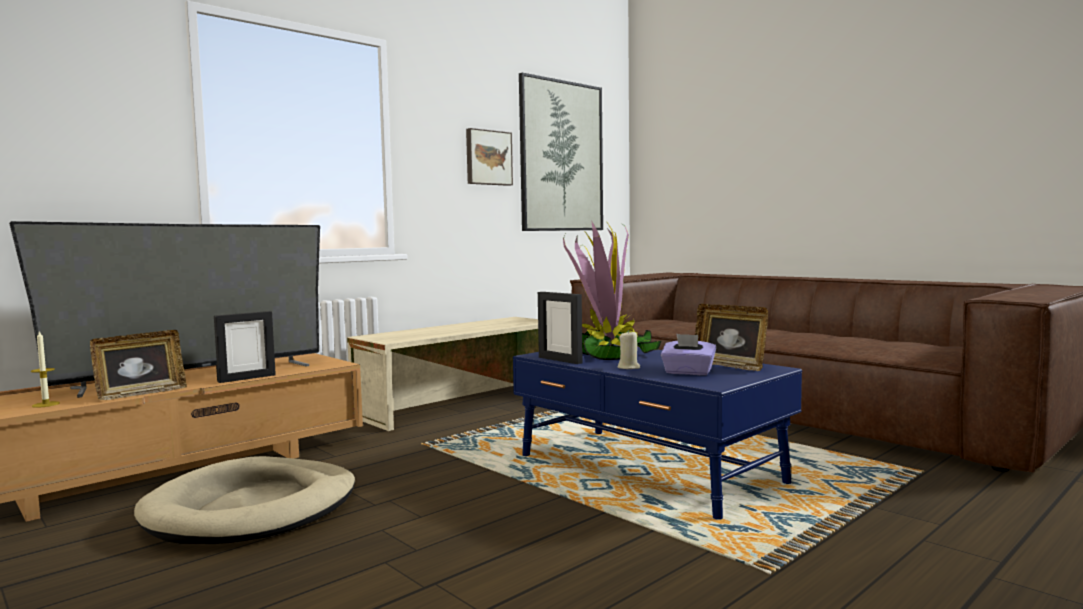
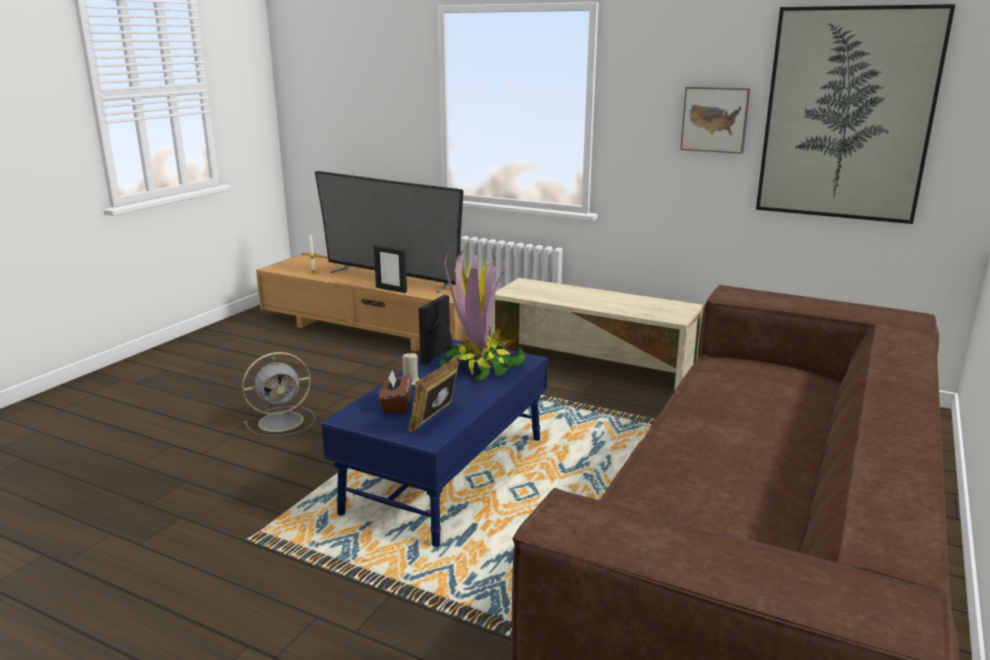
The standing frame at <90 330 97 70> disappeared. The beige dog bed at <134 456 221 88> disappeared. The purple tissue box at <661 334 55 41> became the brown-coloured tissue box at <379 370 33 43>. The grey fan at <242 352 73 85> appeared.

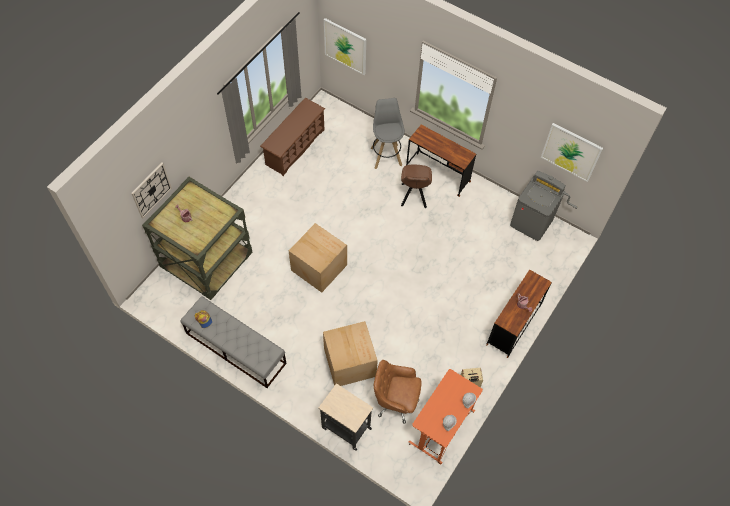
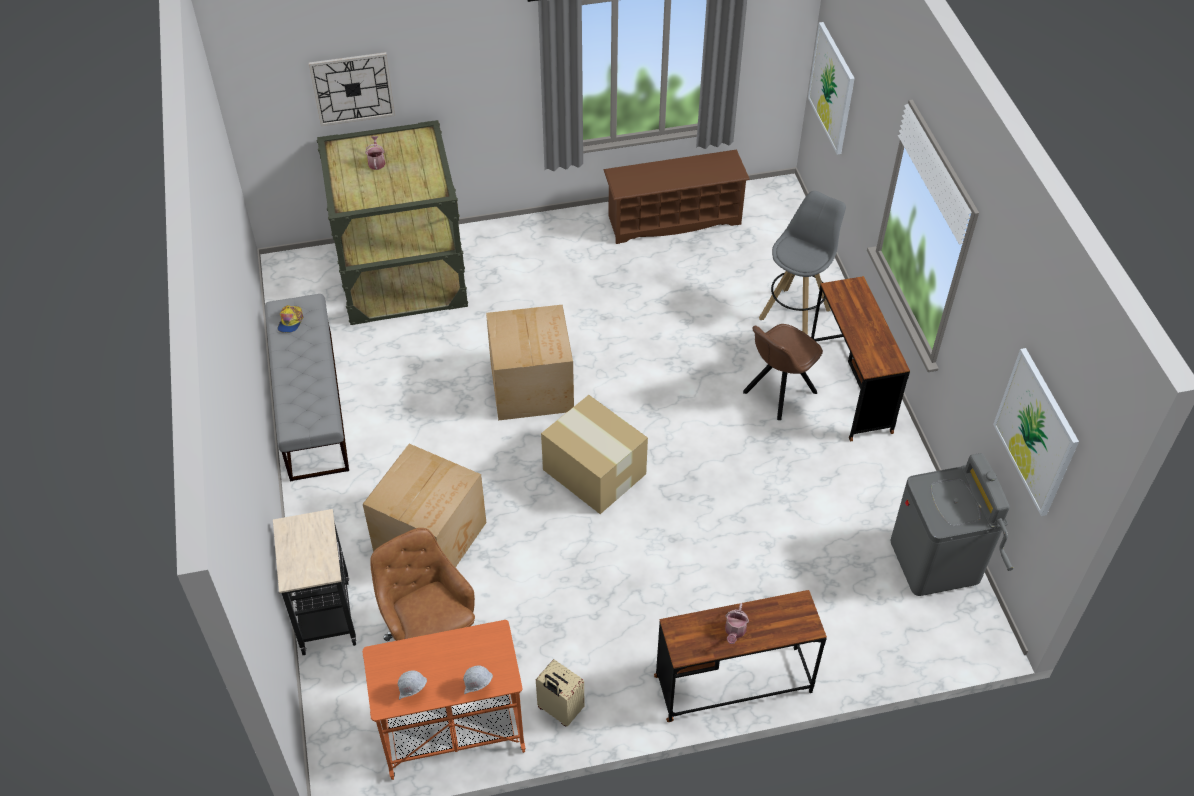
The carton at <541 395 107 119> appeared.

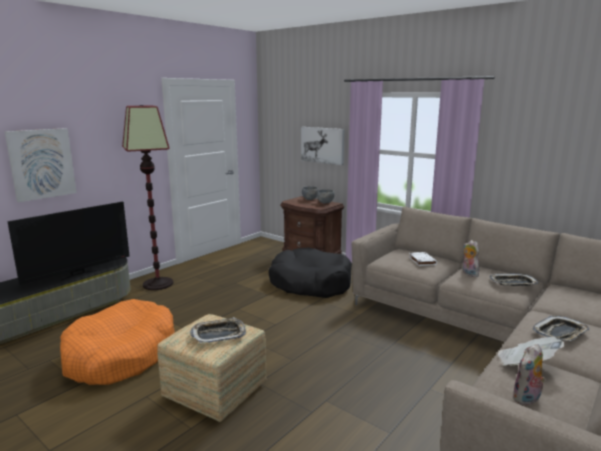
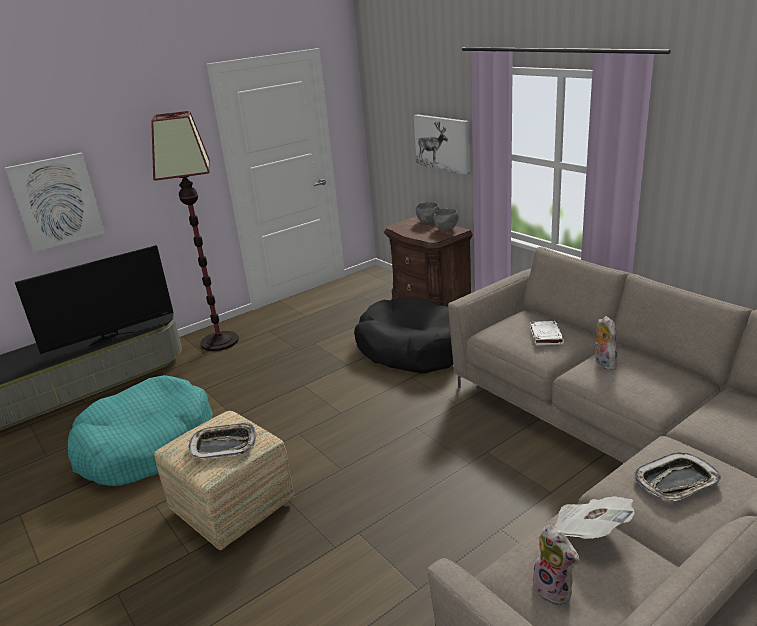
The orangey dog bed at <60 299 115 86> became the turquoise dog bed at <68 375 145 111>. The serving tray at <490 274 49 12> disappeared. The soft toy at <512 344 34 62> turned 105 degrees counterclockwise.

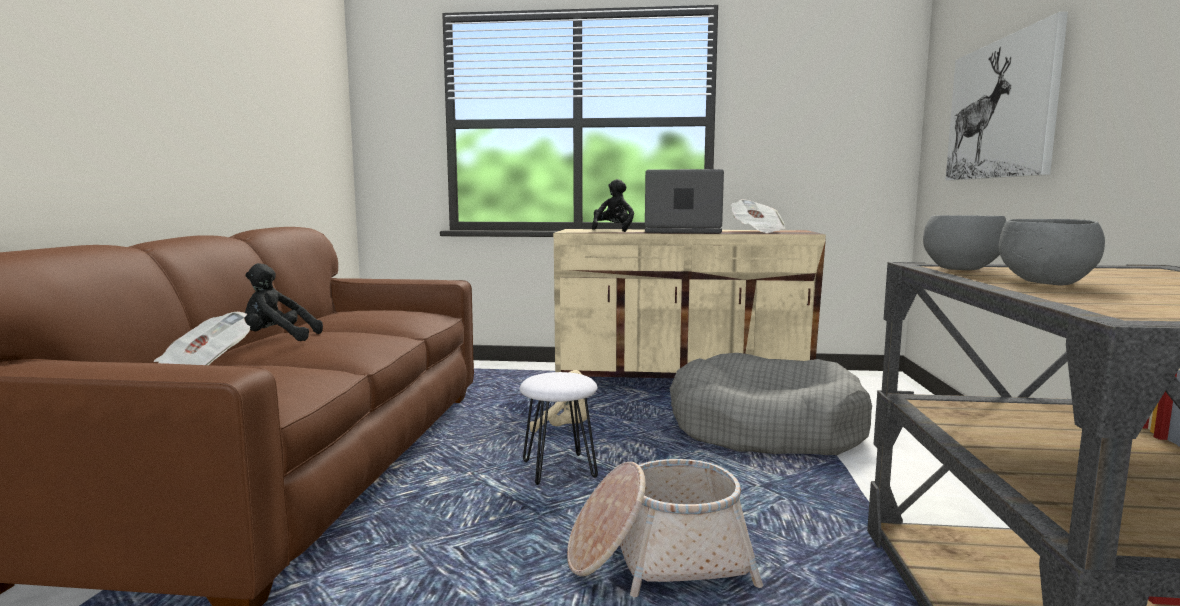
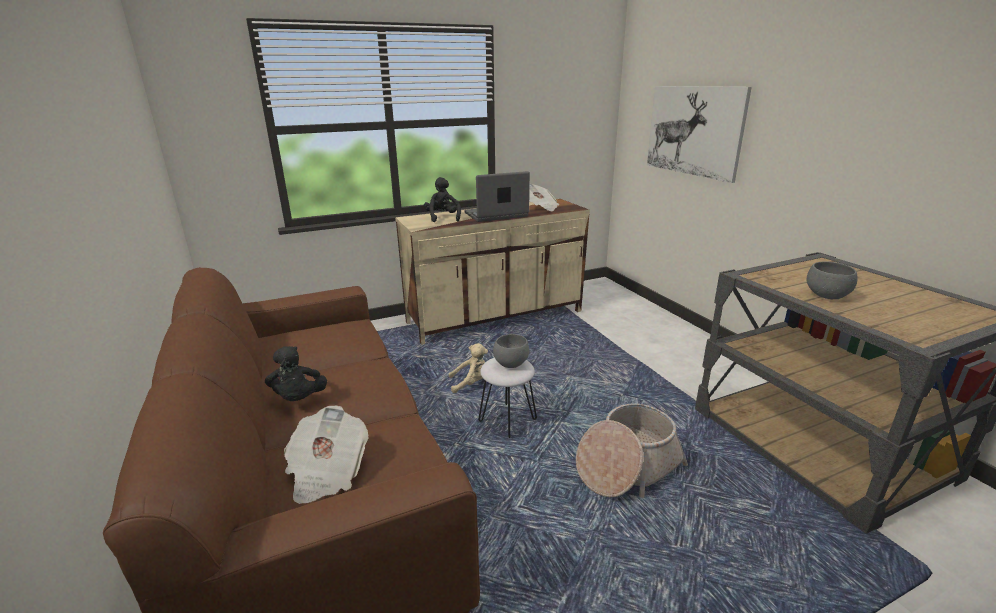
The black soft toy at <245 263 78 78> turned 75 degrees counterclockwise. The grey dog bed at <670 353 202 102> disappeared. The grey serving bowl moved from <923 215 83 55> to <493 334 36 34>.

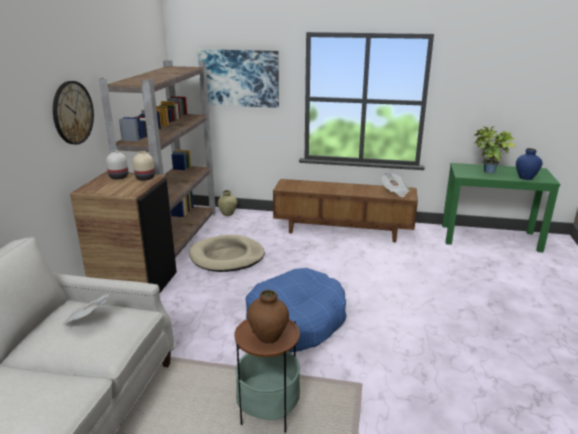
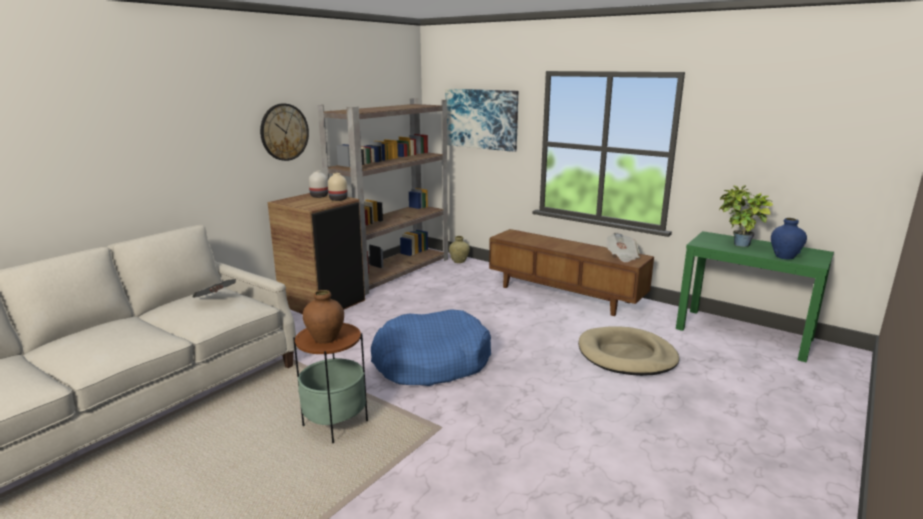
The beige dog bed moved from <189 235 76 37> to <578 326 101 50>.

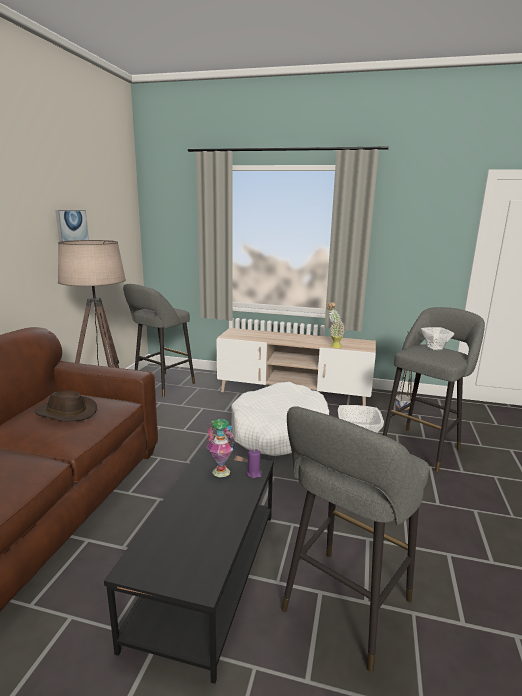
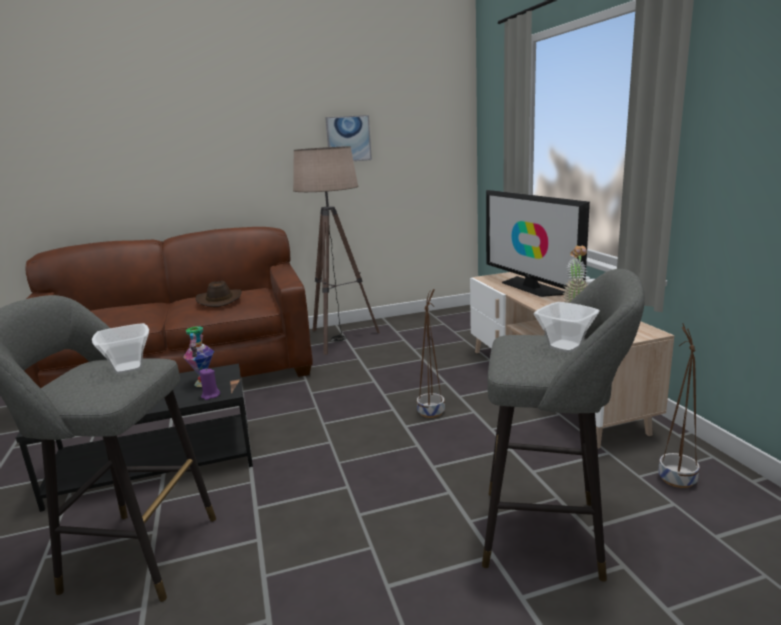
The grey sitting stool at <123 284 72 113> disappeared. The whitish dog bed at <231 382 98 74> was replaced by the brown-coloured flower pot at <417 289 28 129>. The TV set at <486 190 104 107> appeared.

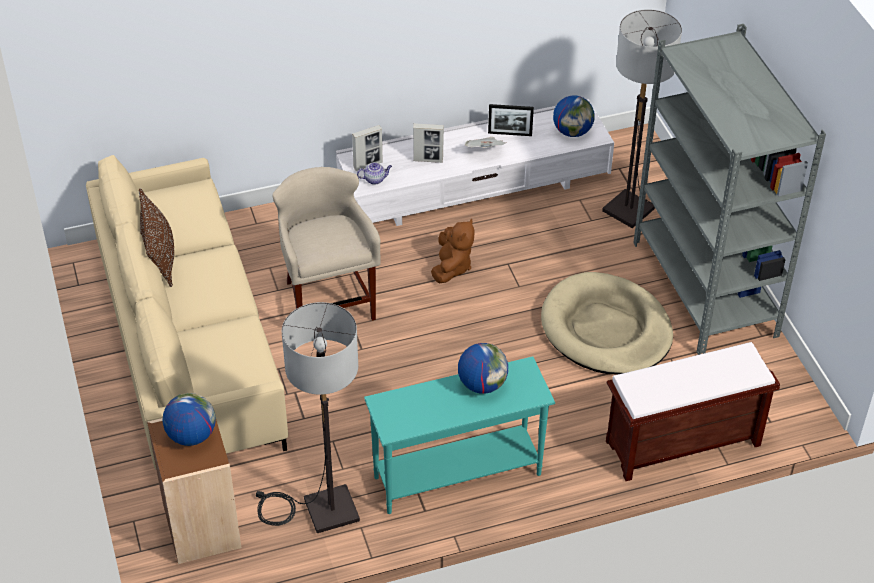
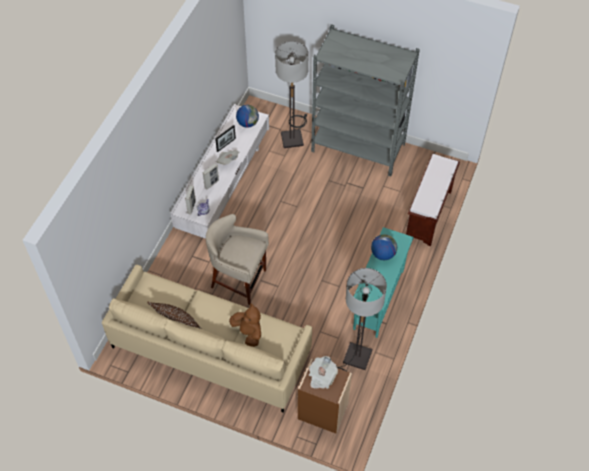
The desk globe at <162 393 54 53> was replaced by the printed paper at <309 356 29 33>. The brown-coloured soft toy moved from <431 218 44 65> to <229 304 32 43>. The beige dog bed at <541 272 132 103> disappeared.

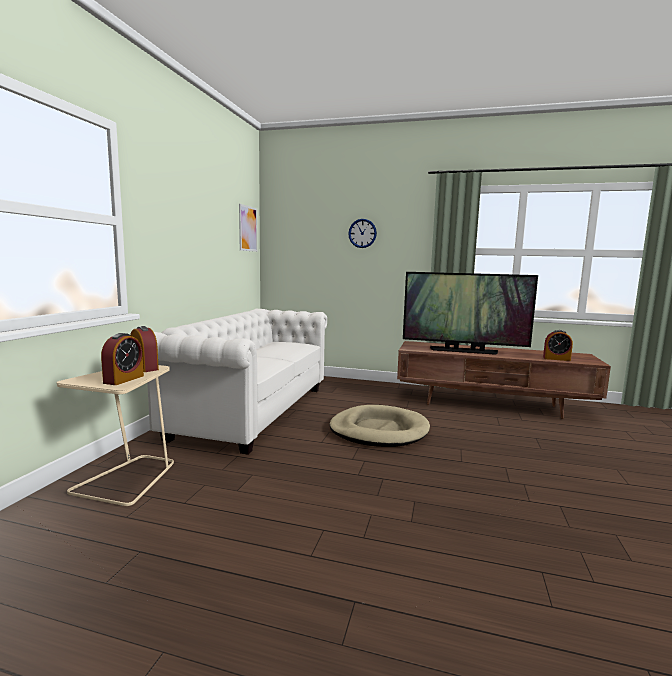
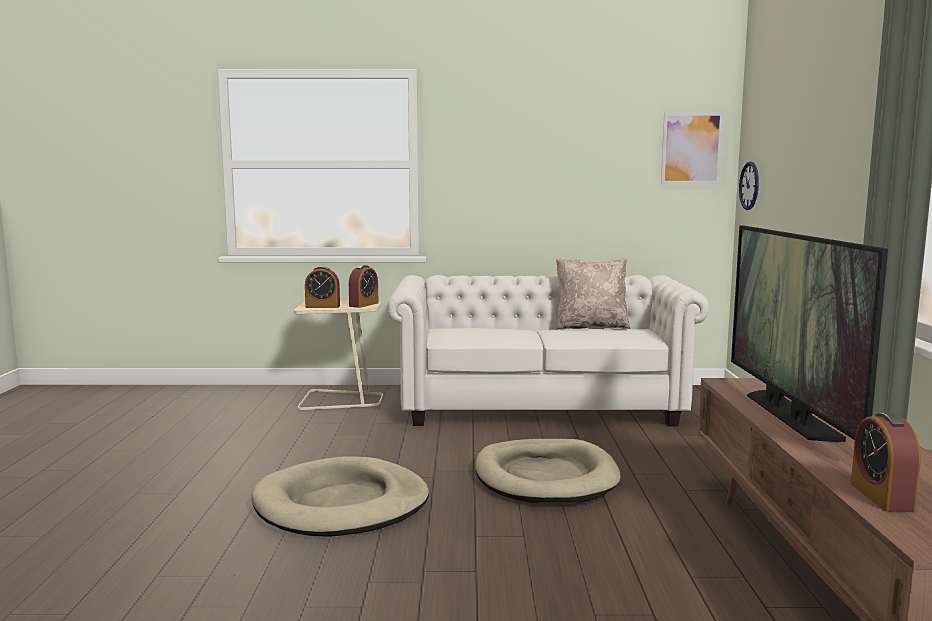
The hanging clock moved from <348 219 29 29> to <739 162 20 48>. The beige dog bed at <252 456 177 80> appeared. The beige cushion at <556 258 75 72> appeared.

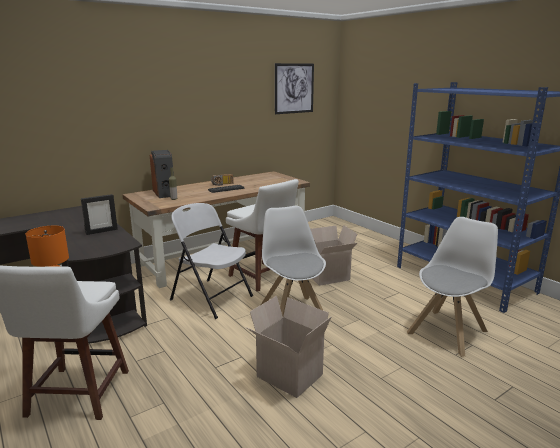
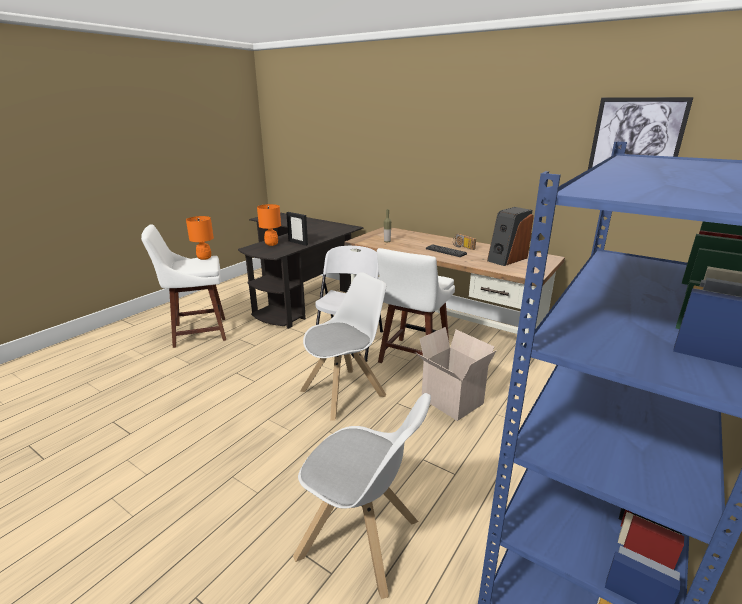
The speaker moved from <150 150 24 48> to <487 207 47 59>. The carton at <246 296 86 102> disappeared. The orangey table lamp at <257 204 24 42> appeared.

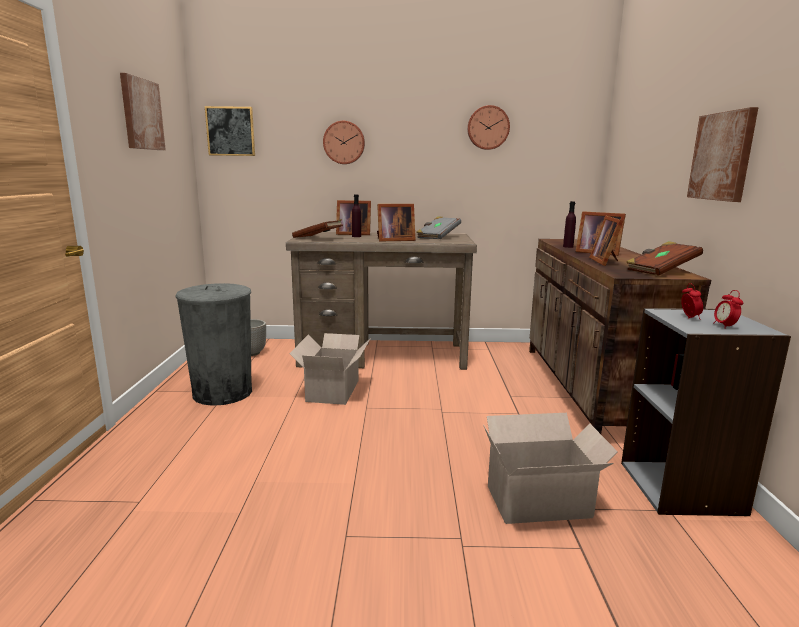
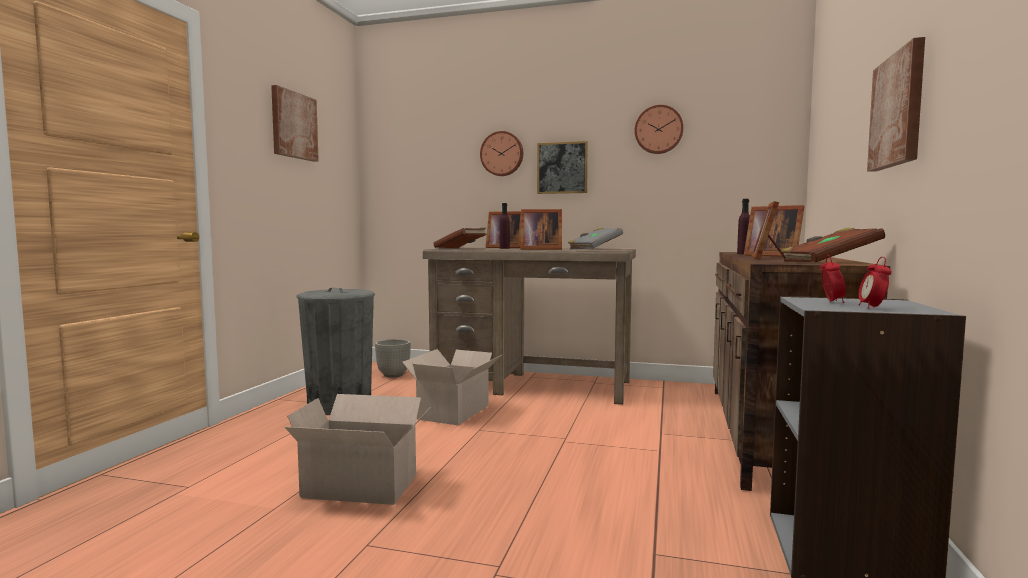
The wall picture moved from <205 106 50 50> to <537 141 51 53>. The carton moved from <483 413 135 111> to <285 394 146 111>.

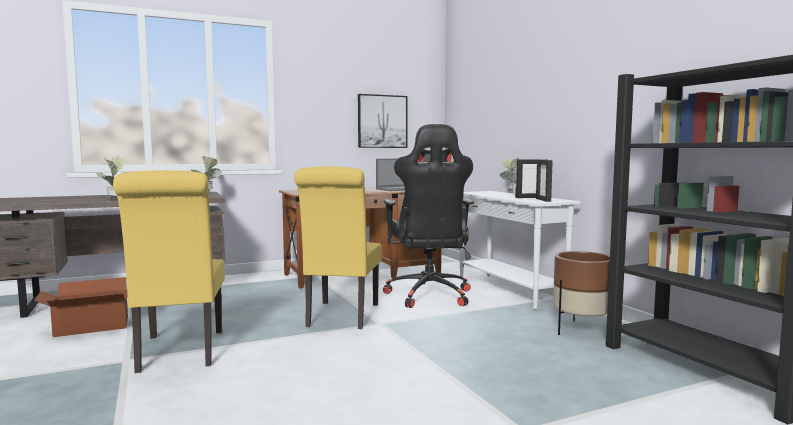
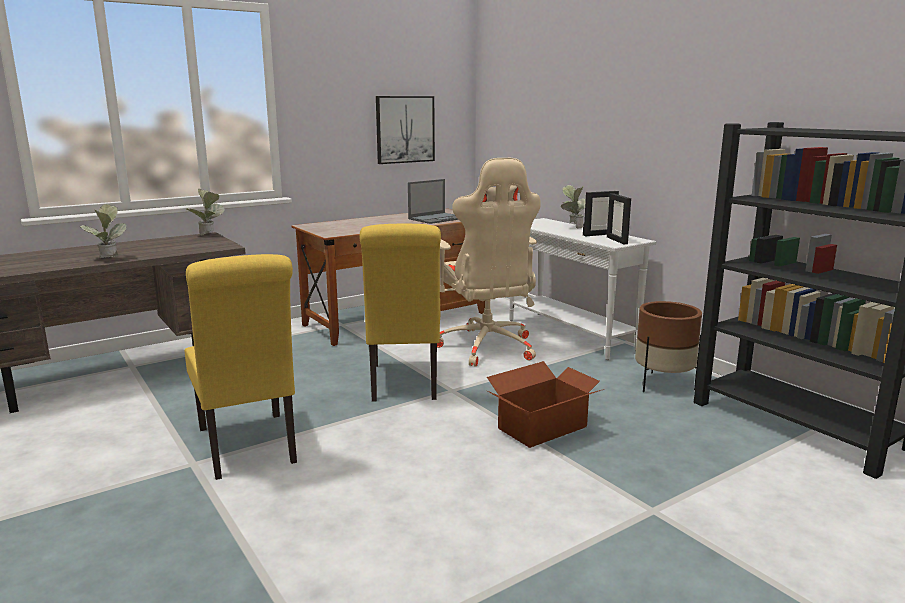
The carton moved from <34 277 94 60> to <487 361 117 87>. The black computer chair at <383 124 91 184> became the beige computer chair at <437 158 104 209>.

